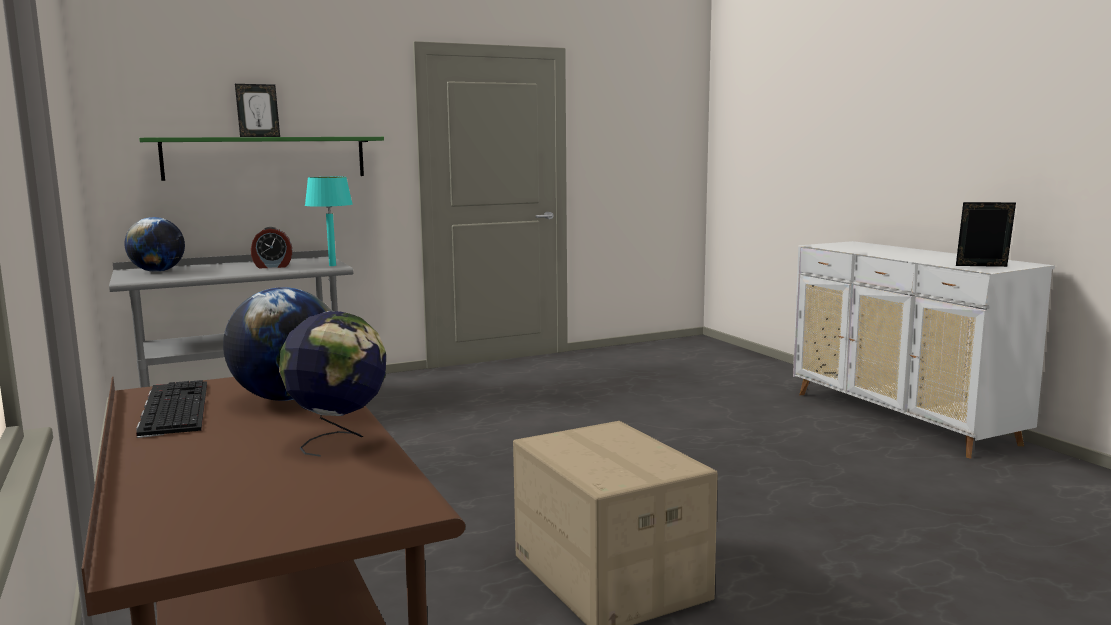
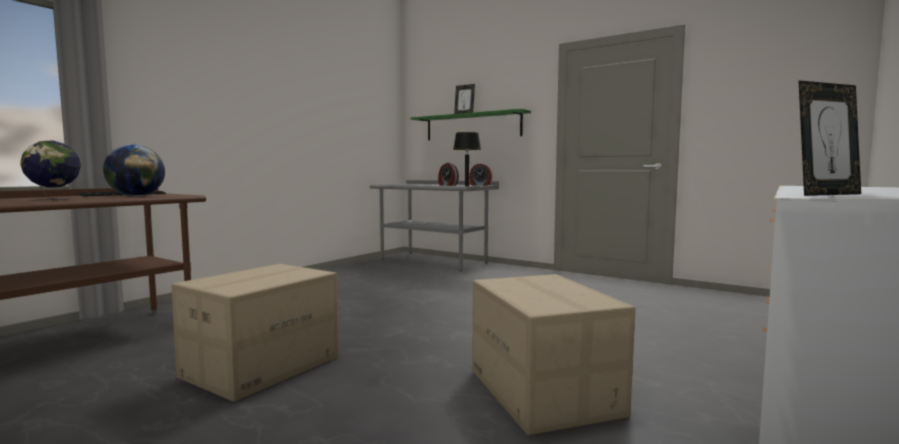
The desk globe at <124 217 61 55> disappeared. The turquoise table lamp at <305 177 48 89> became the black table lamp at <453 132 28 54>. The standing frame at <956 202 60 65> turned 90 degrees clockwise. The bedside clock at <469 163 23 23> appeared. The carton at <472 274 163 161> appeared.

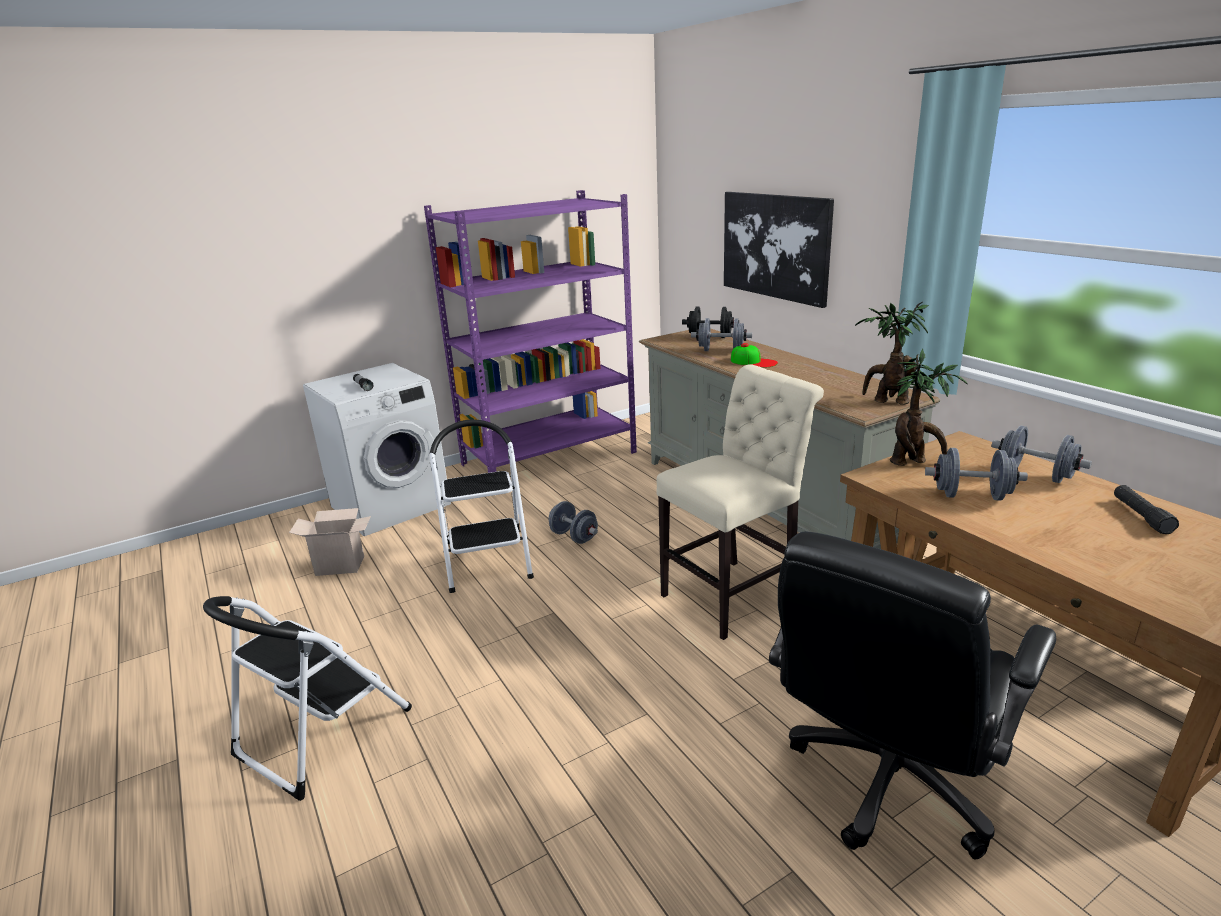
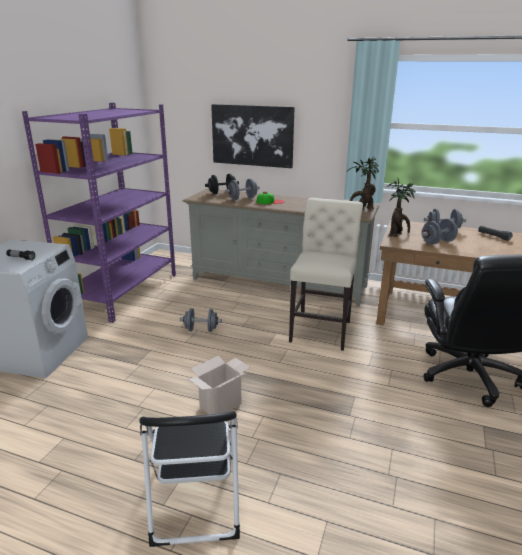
The carton moved from <289 508 82 68> to <188 355 62 60>. The step stool at <430 419 104 174> disappeared.

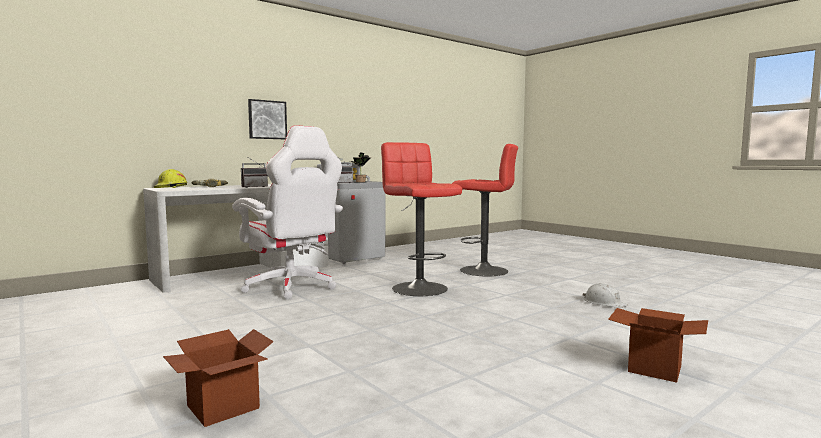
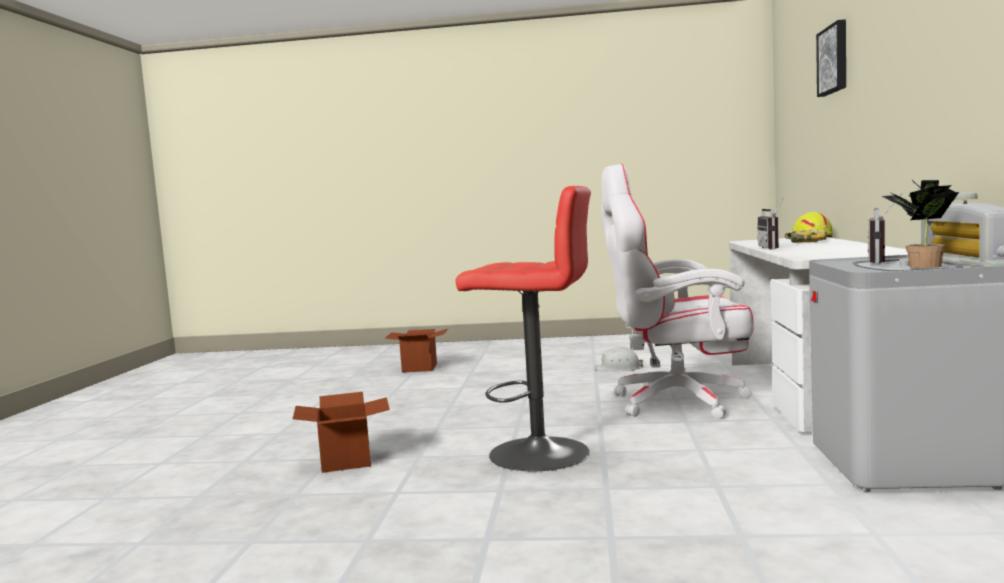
The wall picture moved from <248 99 39 40> to <816 19 30 78>. The red sitting stool at <452 144 66 133> disappeared. The whitish hard hat moved from <582 283 46 25> to <595 347 48 24>. The carton moved from <608 308 100 75> to <293 392 97 81>.

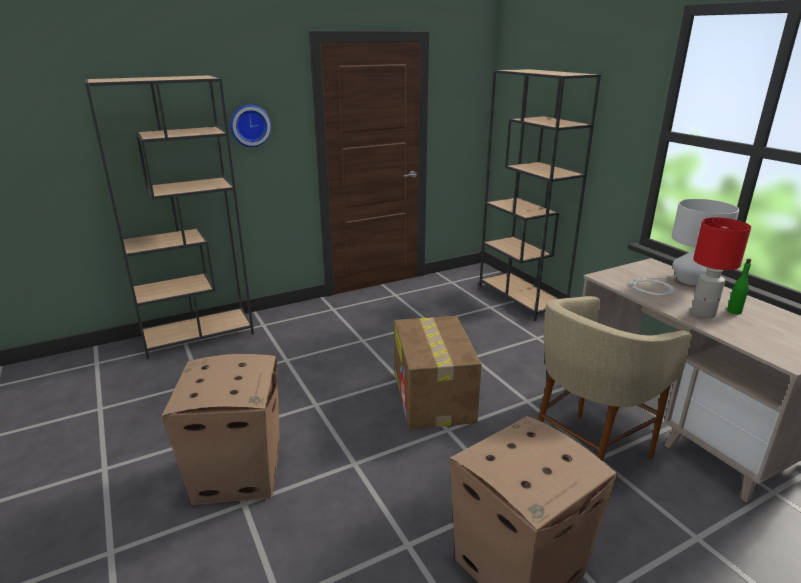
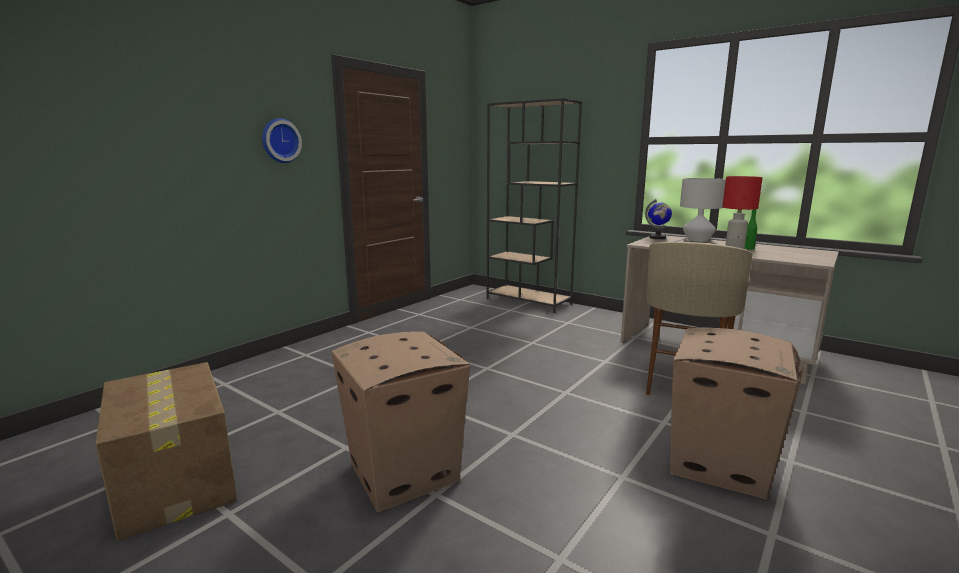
The shelving unit at <84 75 170 284> disappeared. The carton moved from <395 316 87 114> to <95 362 142 179>. The desk globe at <645 199 27 40> appeared.

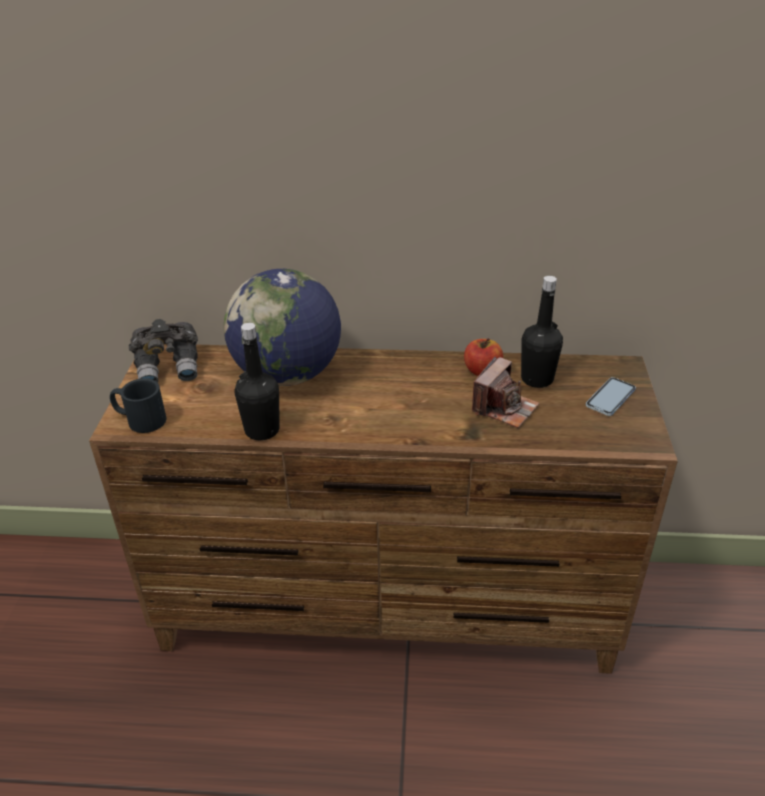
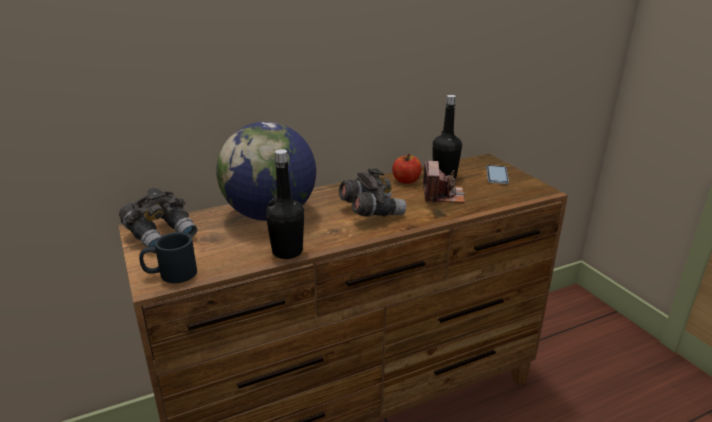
The grey binoculars at <339 168 67 49> appeared.

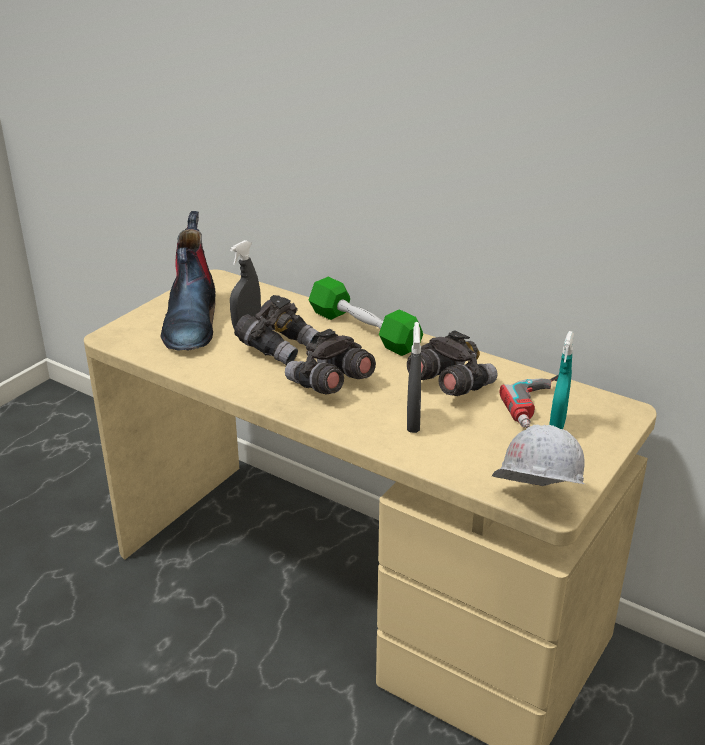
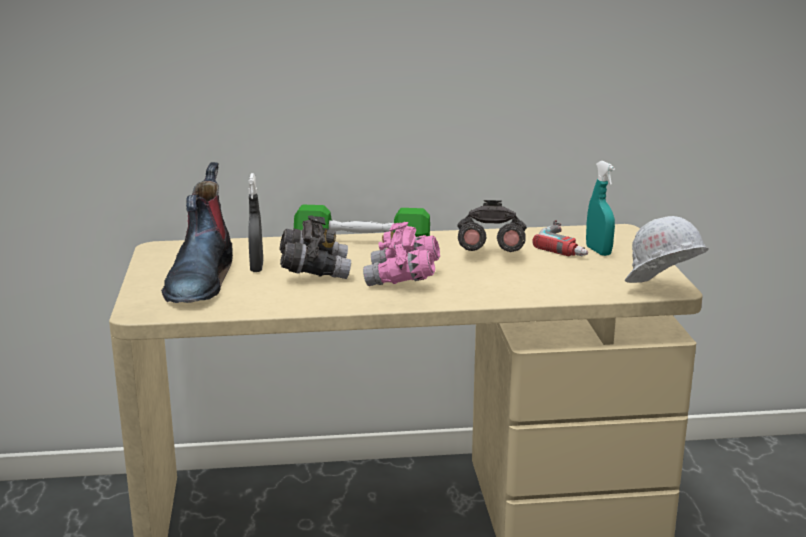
The boot at <160 211 55 140> turned 45 degrees clockwise. The grey binoculars at <285 329 91 66> became the pinkish binoculars at <363 222 77 64>. The grey spray bottle at <407 322 14 111> disappeared.

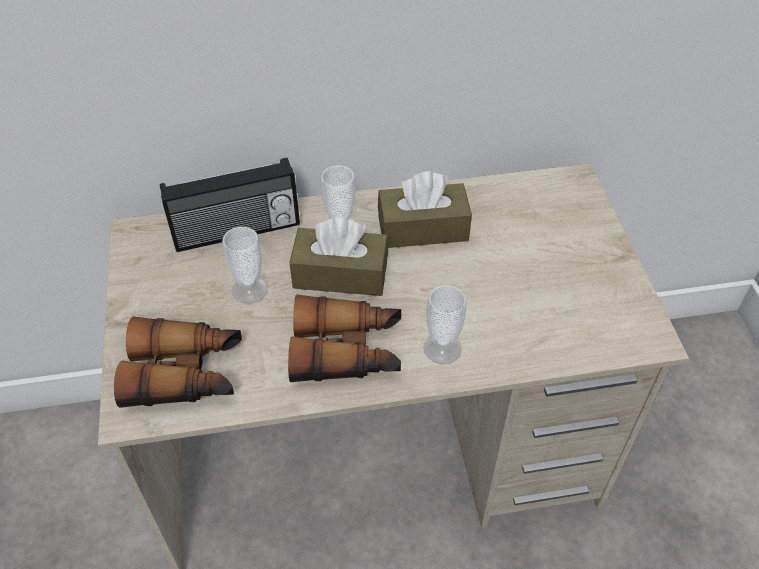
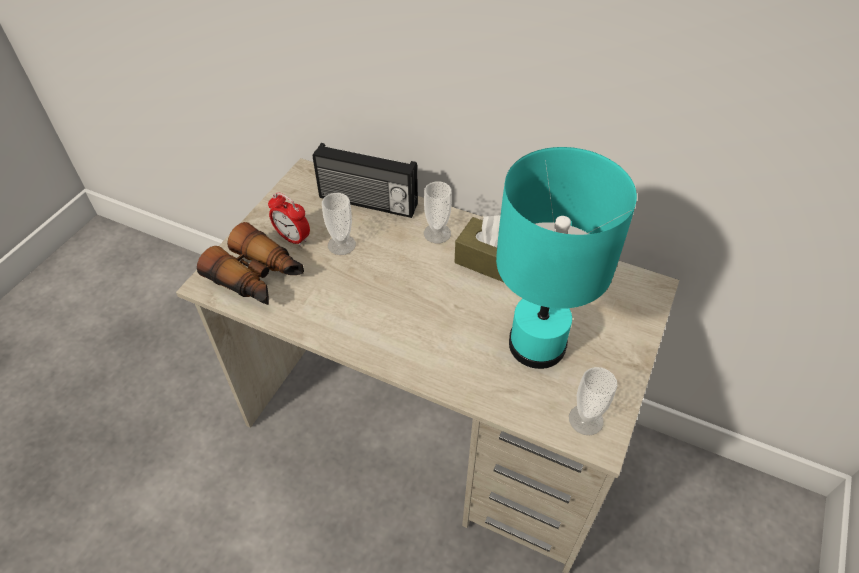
The binoculars at <288 295 113 87> disappeared. The brown-coloured tissue box at <289 218 99 78> disappeared. The small cup moved from <424 285 43 79> to <569 367 48 68>. The bedside clock at <268 192 42 55> appeared. The turquoise table lamp at <496 147 141 222> appeared.

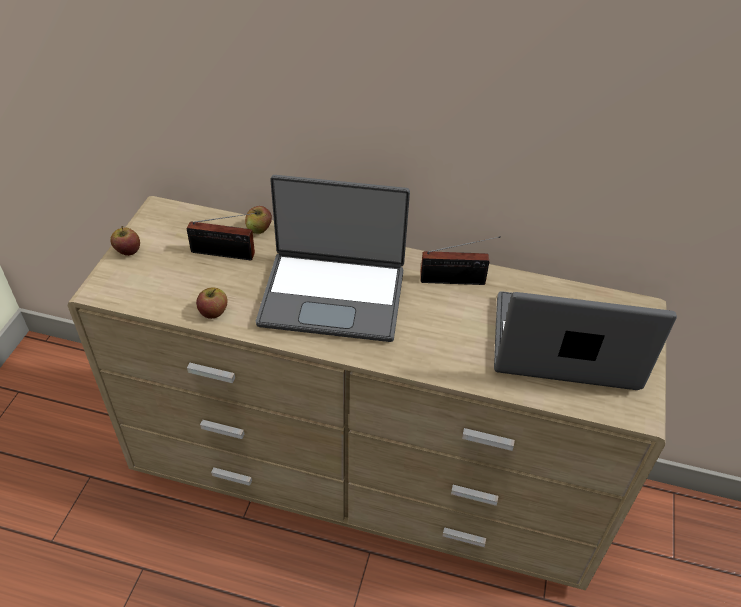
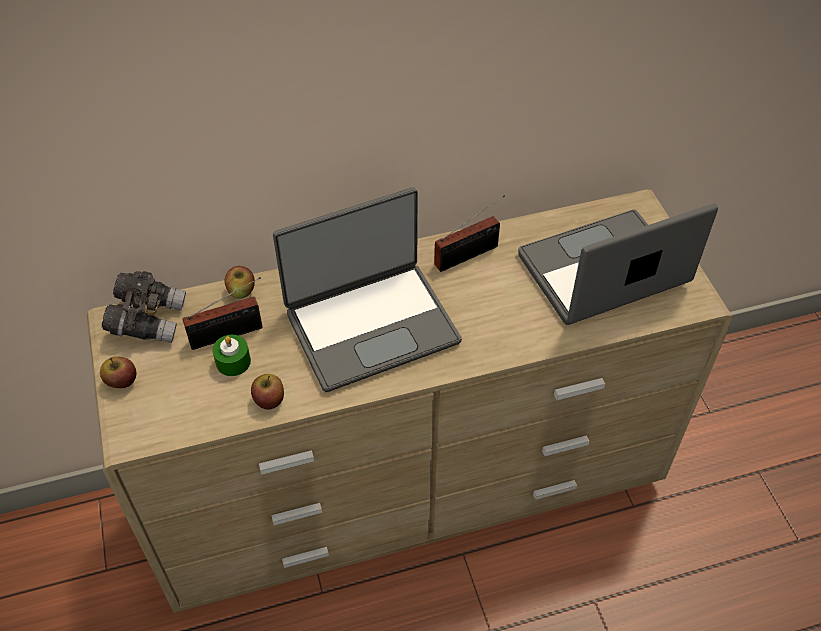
The grey binoculars at <102 271 84 72> appeared. The green-coloured wax candle at <212 335 39 41> appeared.

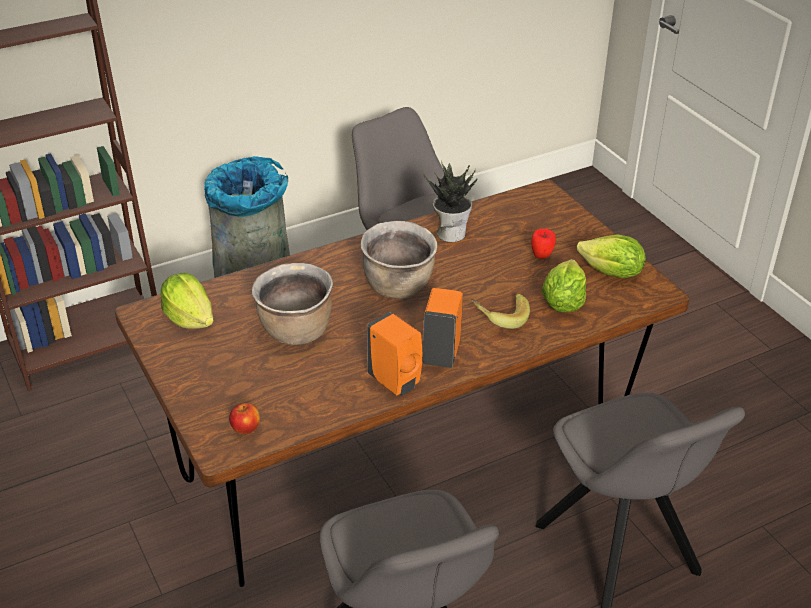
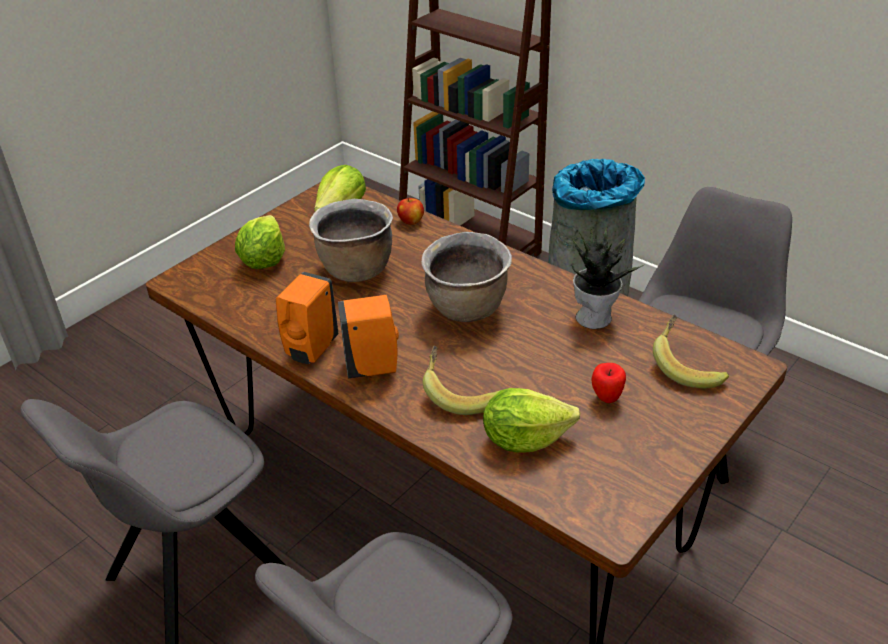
The apple fruit moved from <229 403 31 31> to <397 197 27 28>. The lettuce head moved from <576 234 70 44> to <235 215 50 54>. The whole banana at <653 314 76 74> appeared.

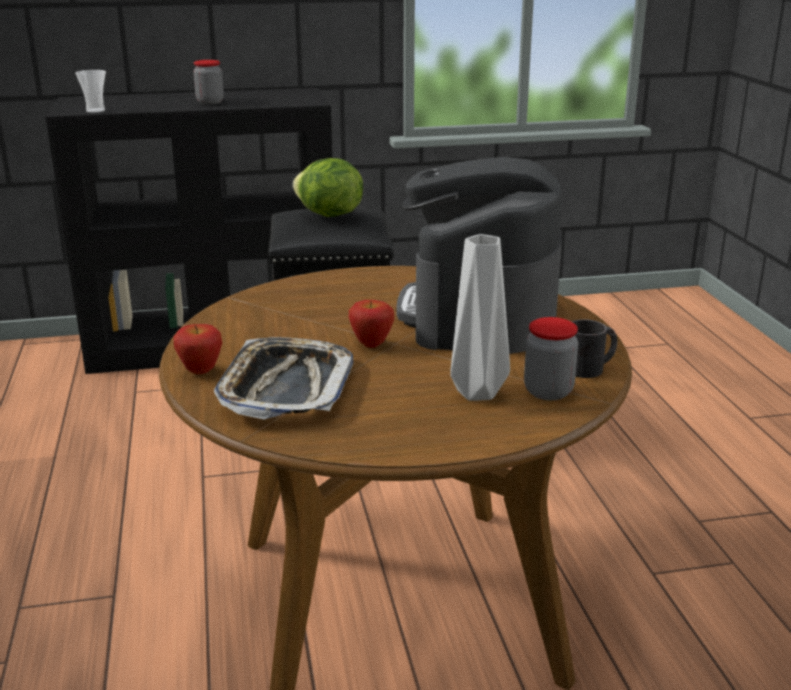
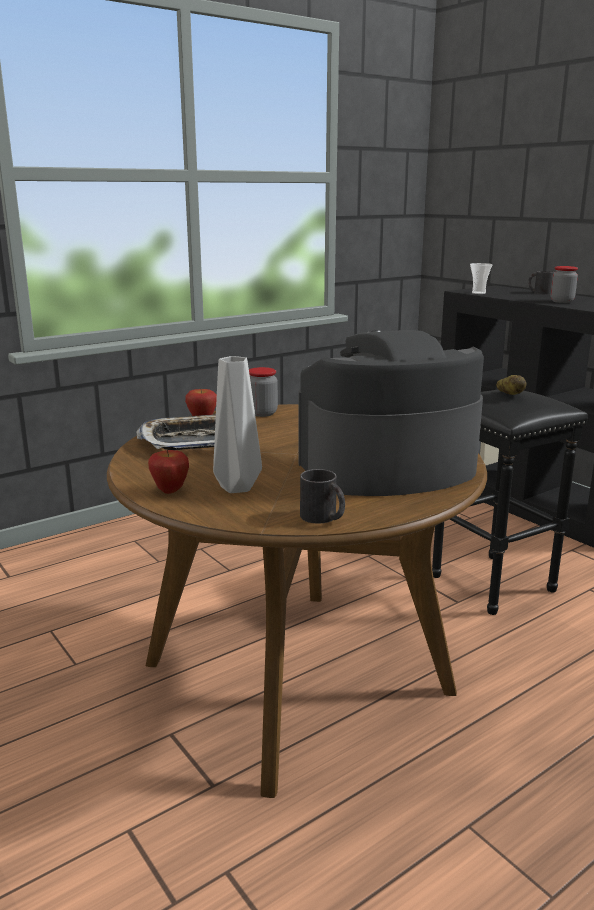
The lettuce head at <293 158 70 59> was replaced by the whole potato at <496 375 30 20>. The apple fruit moved from <349 300 45 48> to <148 450 41 44>. The jar moved from <524 317 54 83> to <249 367 29 50>. The black mug at <528 271 27 23> appeared.

